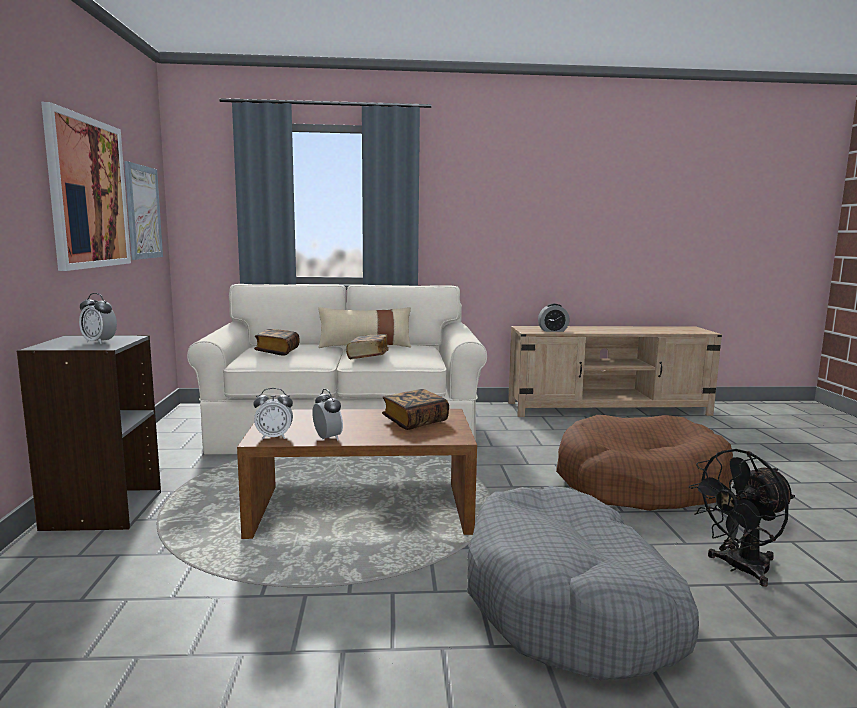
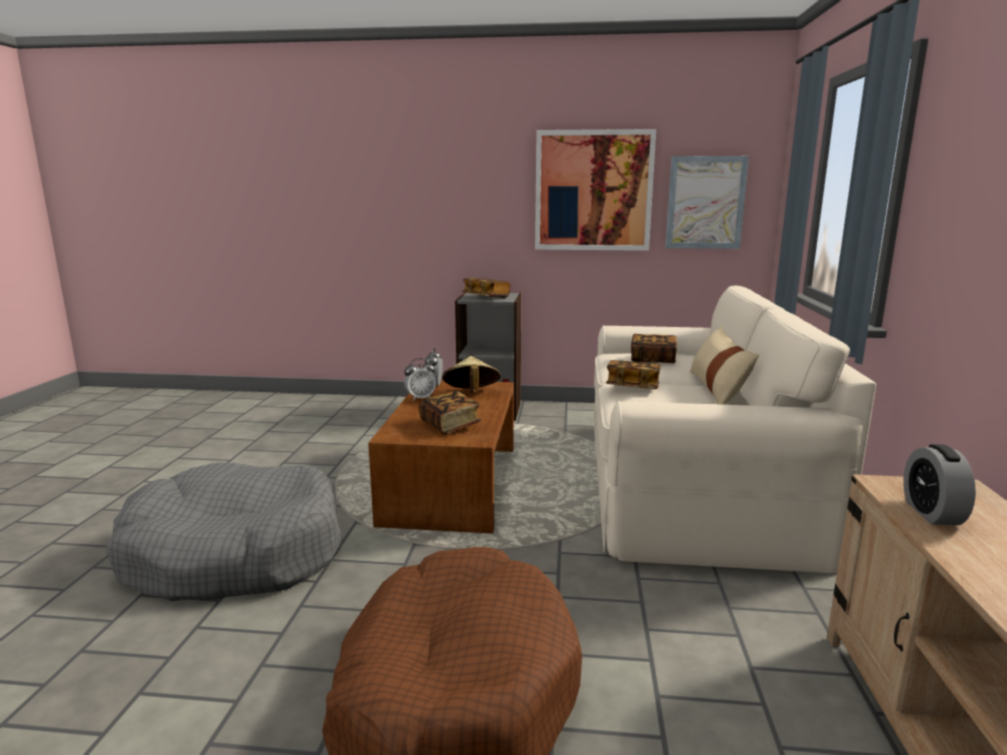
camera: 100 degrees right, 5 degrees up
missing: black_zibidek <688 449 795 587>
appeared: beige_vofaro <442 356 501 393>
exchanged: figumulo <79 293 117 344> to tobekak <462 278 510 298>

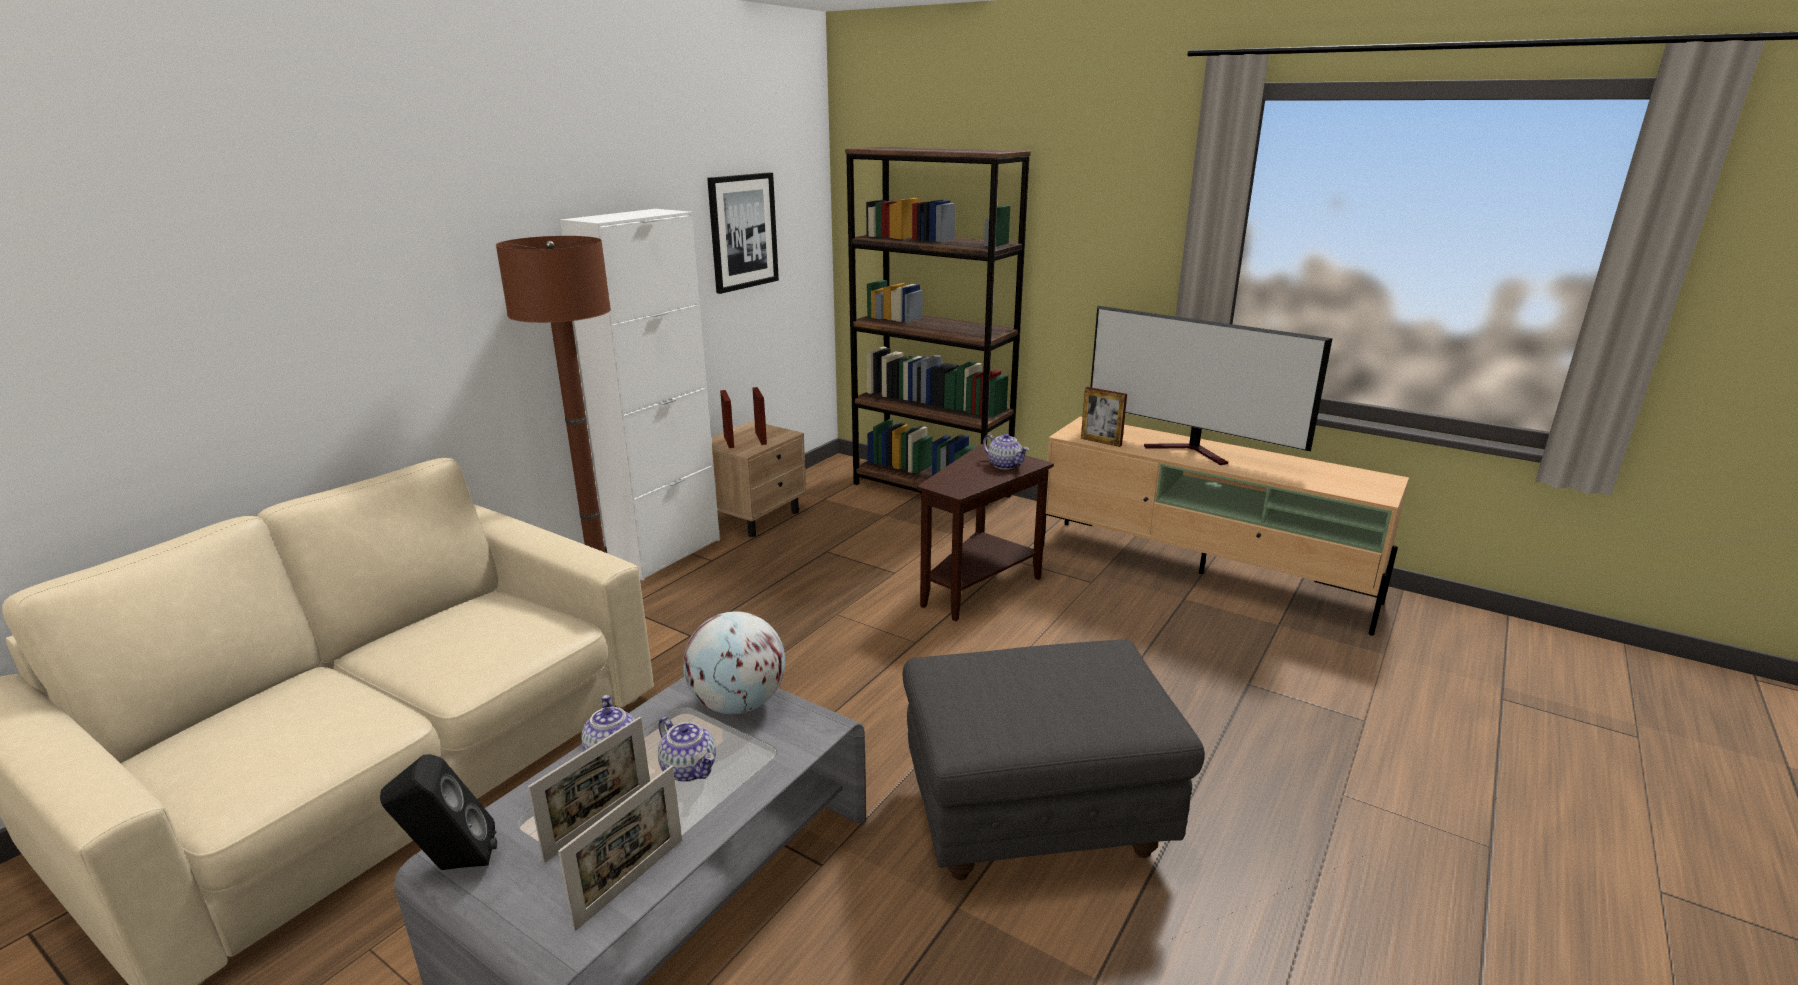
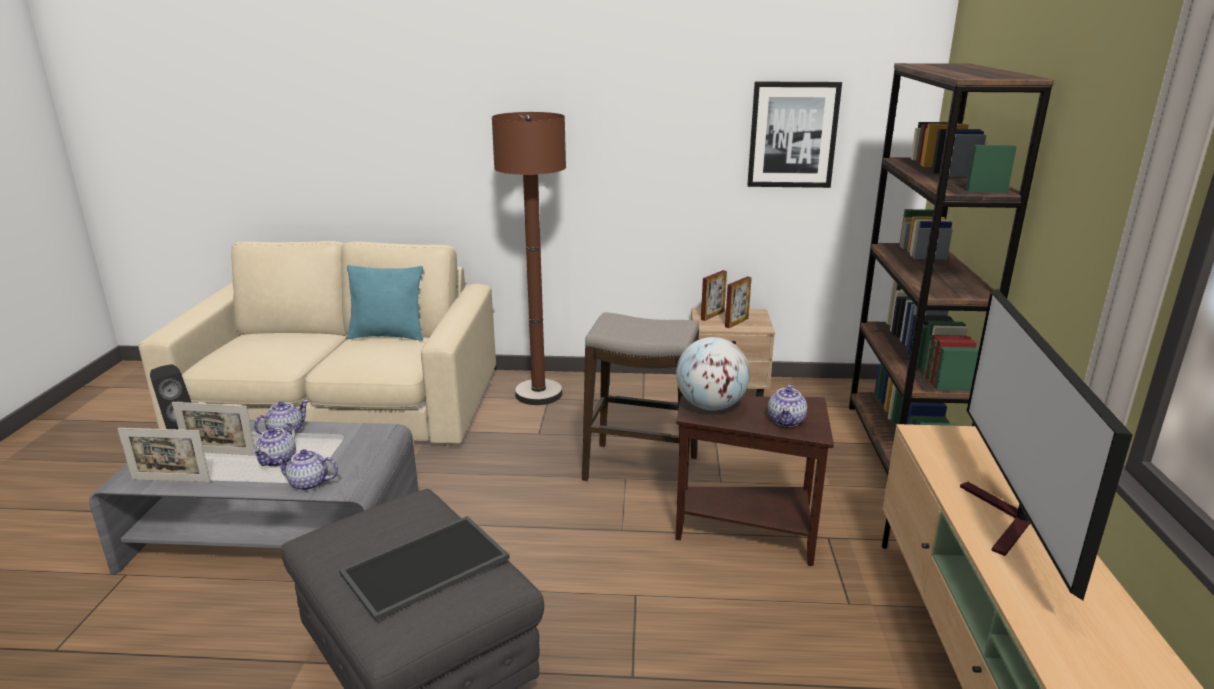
camera: 60 degrees right, 0 degrees up
missing: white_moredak <560 209 720 581>; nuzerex <1081 387 1127 447>
appeared: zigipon <274 449 338 491>; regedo <339 516 510 622>; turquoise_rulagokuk <347 265 423 341>; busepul <582 312 699 481>
relocated: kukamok <683 611 785 714> to <676 337 750 411>

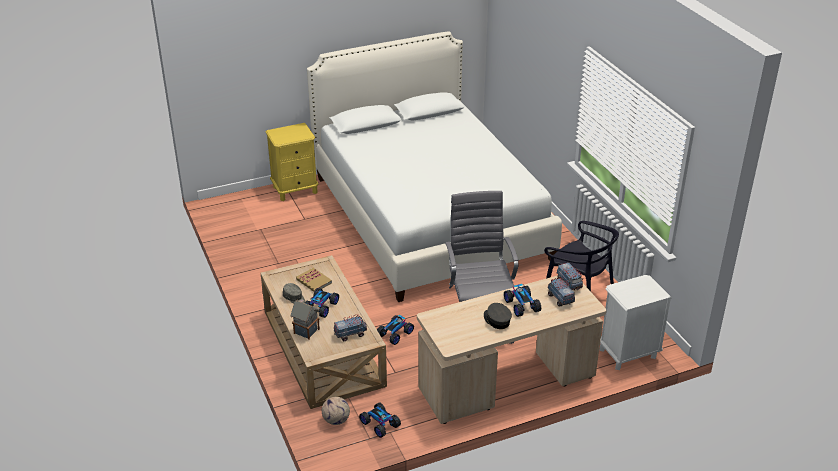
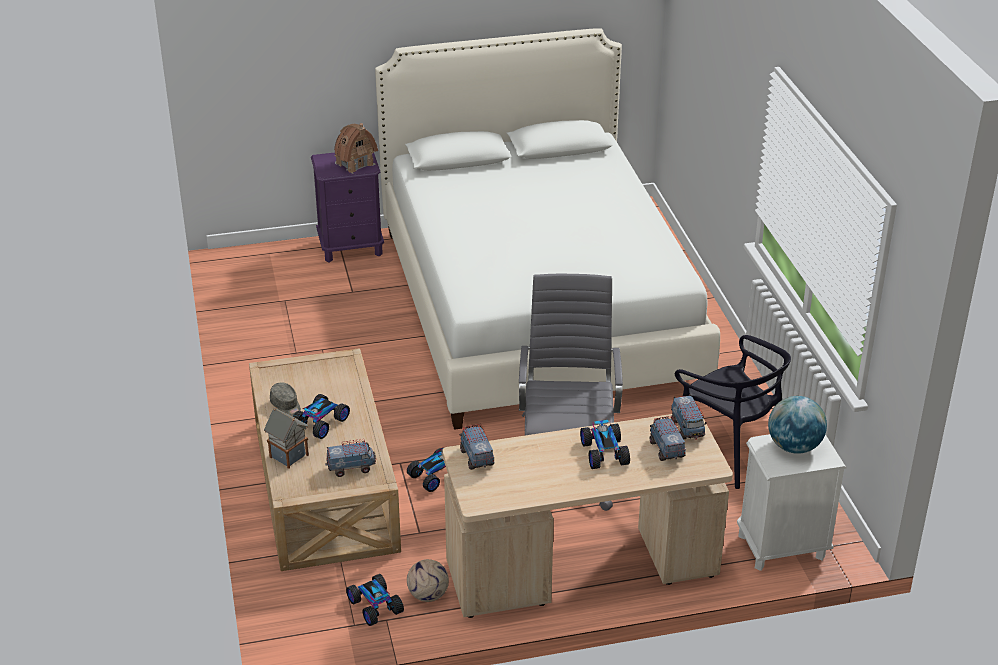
camera: 10 degrees right, 0 degrees up
missing: tobekak <296 268 332 292>; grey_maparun <484 303 512 329>
appeared: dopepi <334 123 378 174>; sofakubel <460 424 494 470>; kukamok <768 396 827 454>
relocated: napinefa <322 397 350 425> to <407 559 449 602>
colour: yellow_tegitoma <266 123 319 201> to purple_tegitoma <311 153 384 263>

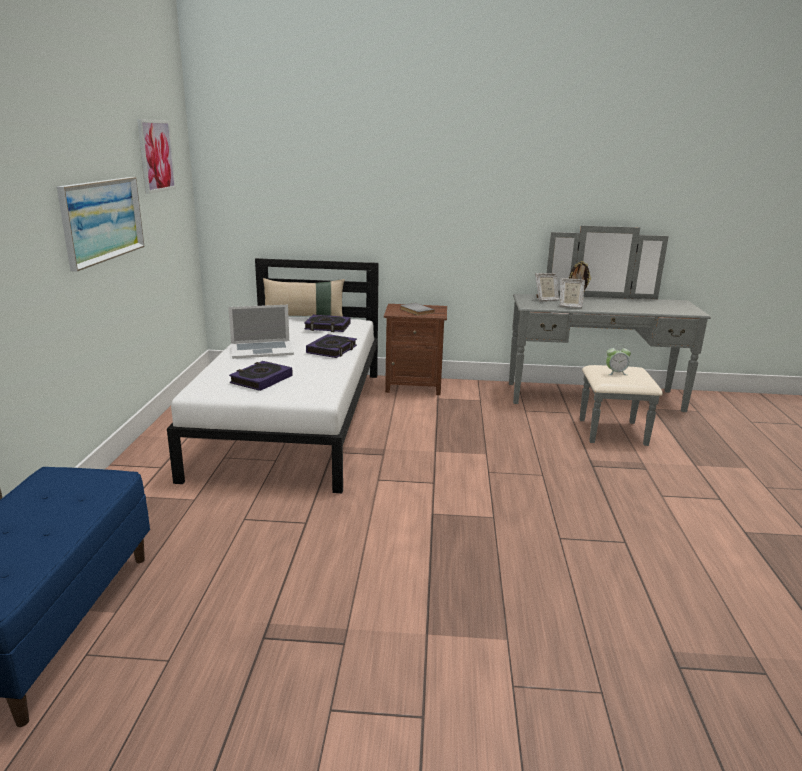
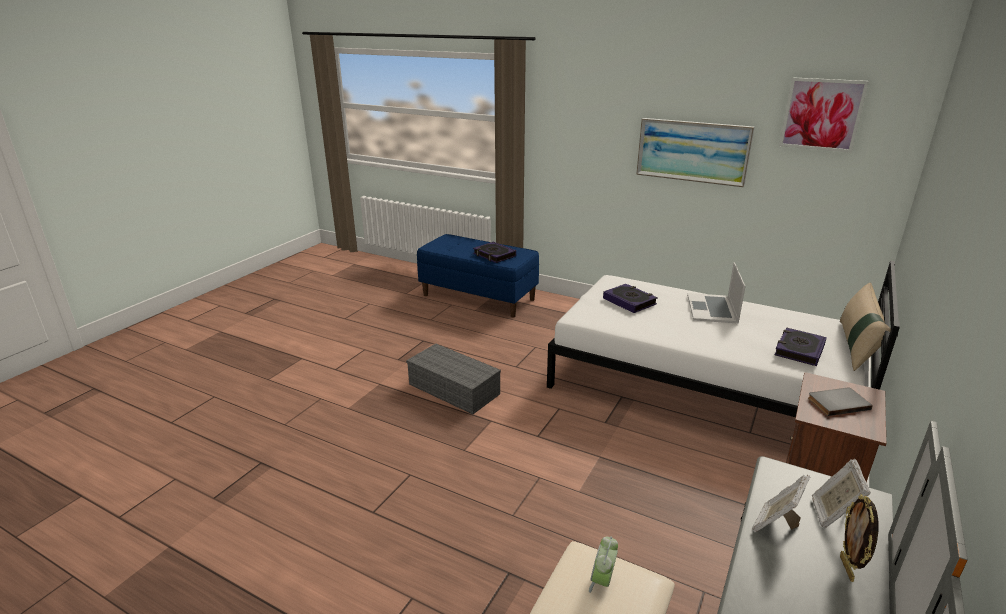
camera: 115 degrees right, 5 degrees up
appeared: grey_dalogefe <406 344 501 414>
relocated: tobekak <306 334 357 358> to <473 242 516 263>

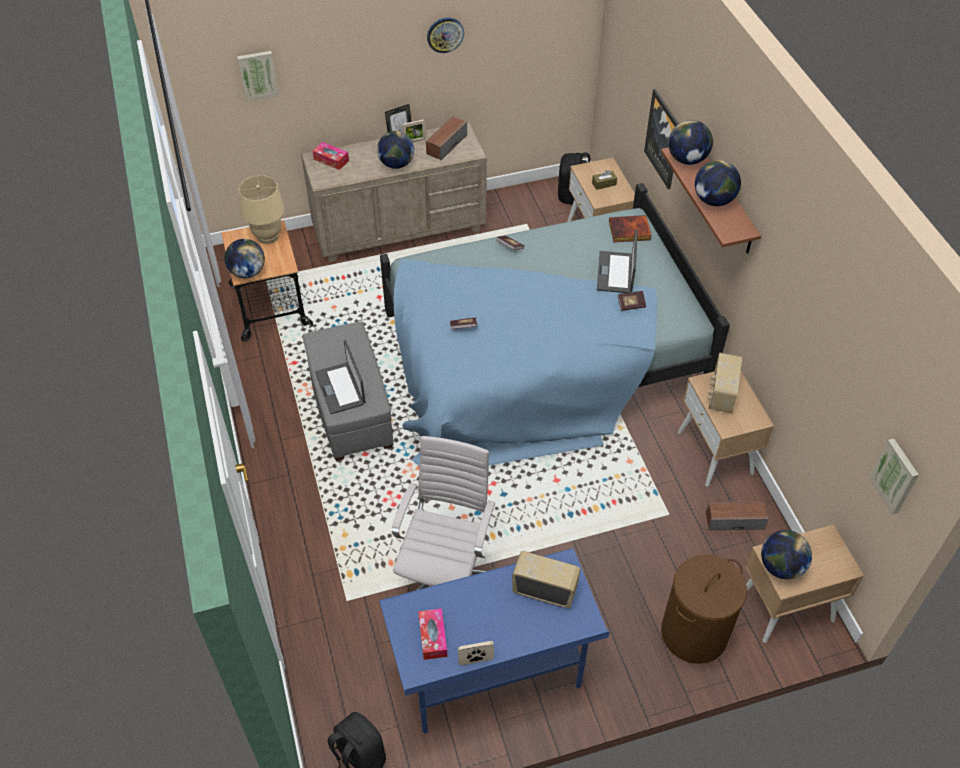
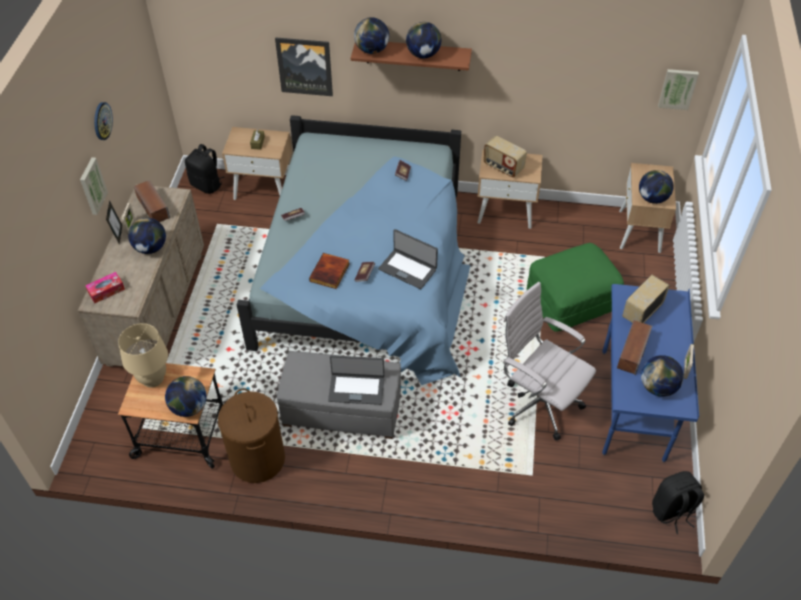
camera: 65 degrees left, 0 degrees up
appeared: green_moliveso <527 243 624 332>
relocated: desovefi <237 51 279 102> to <80 157 108 215>; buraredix <597 230 638 293> to <378 229 438 289>; tobekak <609 215 652 242> to <309 253 350 289>; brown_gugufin <661 554 747 664> to <218 388 285 483>; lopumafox <706 501 768 530> to <617 320 652 375>
exchanged: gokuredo <418 608 447 660> to kukamok <641 355 684 397>

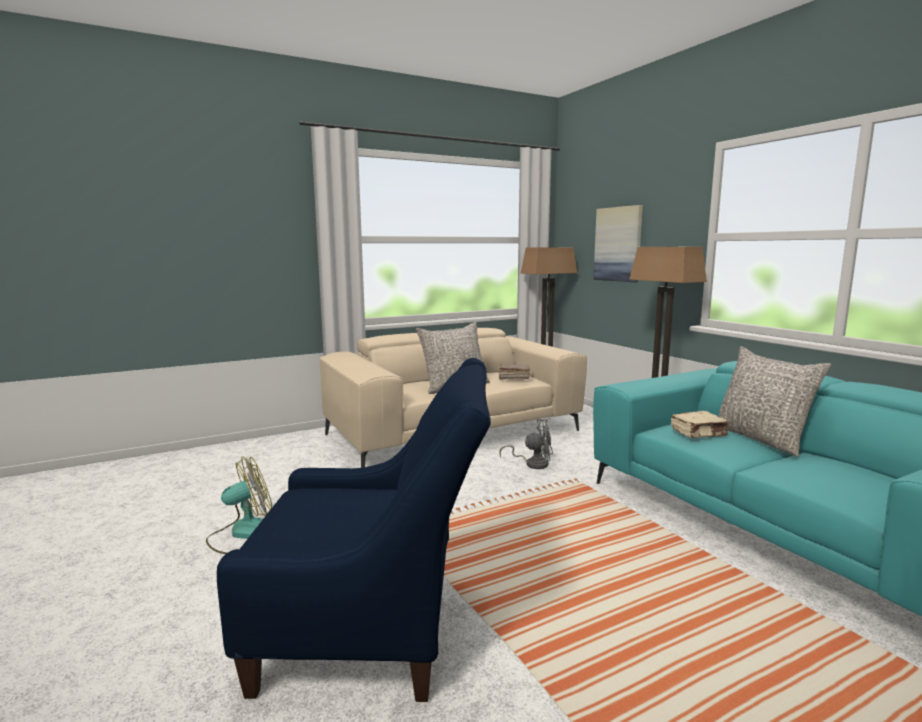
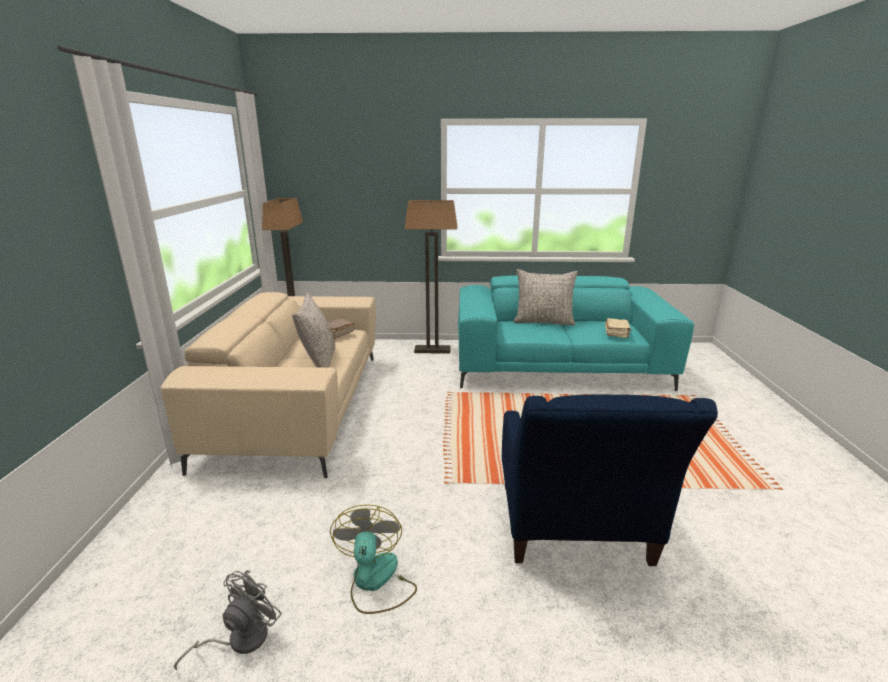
camera: 60 degrees left, 10 degrees up
missing: desovefi <593 205 643 282>
relocated: grey_zibidek <499 419 553 469> to <174 570 282 670>; beige_tobekak <671 411 729 438> to <605 318 631 338>
spun: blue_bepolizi <217 358 491 702> = <502 395 718 566> 150 degrees clockwise

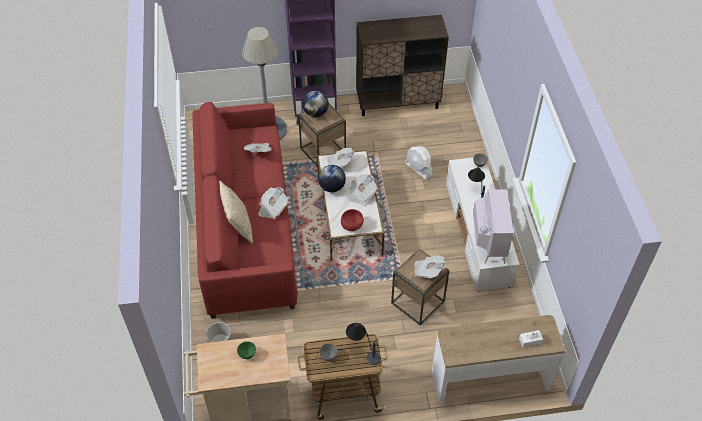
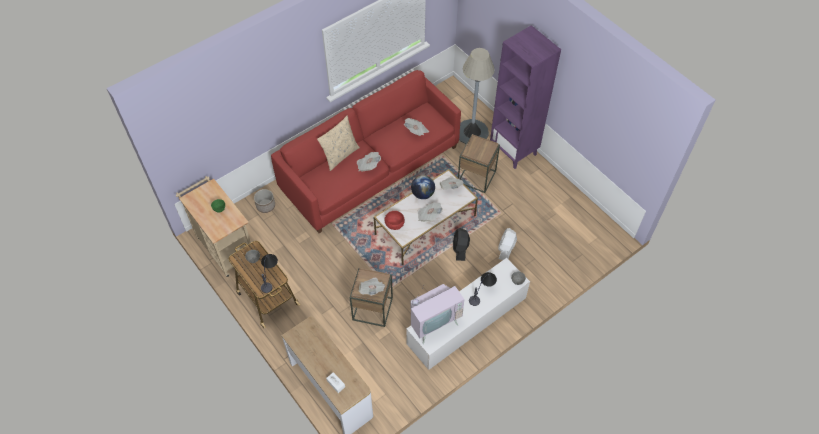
camera: 60 degrees right, 5 degrees up
missing: kukamok <302 91 329 117>; brown_moredak <356 15 449 116>
appeared: black_zibidek <453 228 470 261>

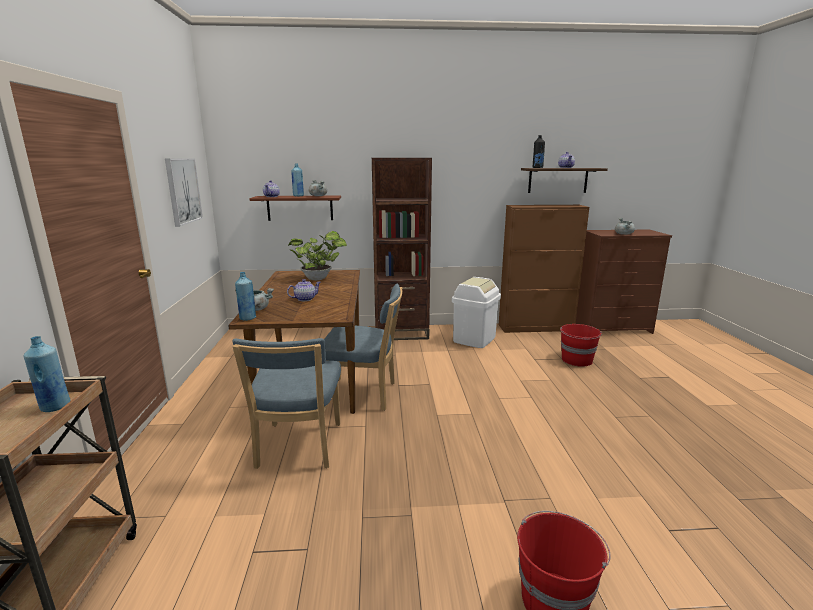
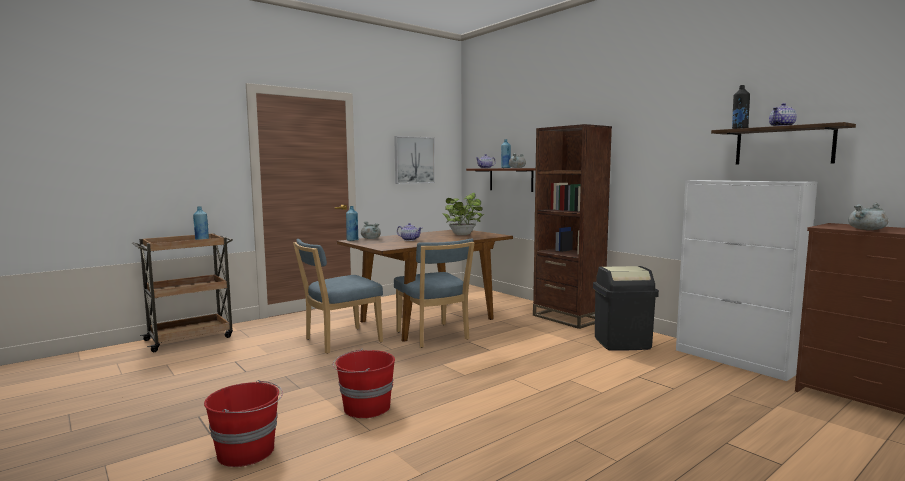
camera: 55 degrees right, 10 degrees down
relocated: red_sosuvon <560 324 602 367> to <333 349 395 418>
colour: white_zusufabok <452 277 501 348> to black_zusufabok <593 266 659 351>; brown_moredak <499 205 589 333> to white_moredak <676 180 817 381>

